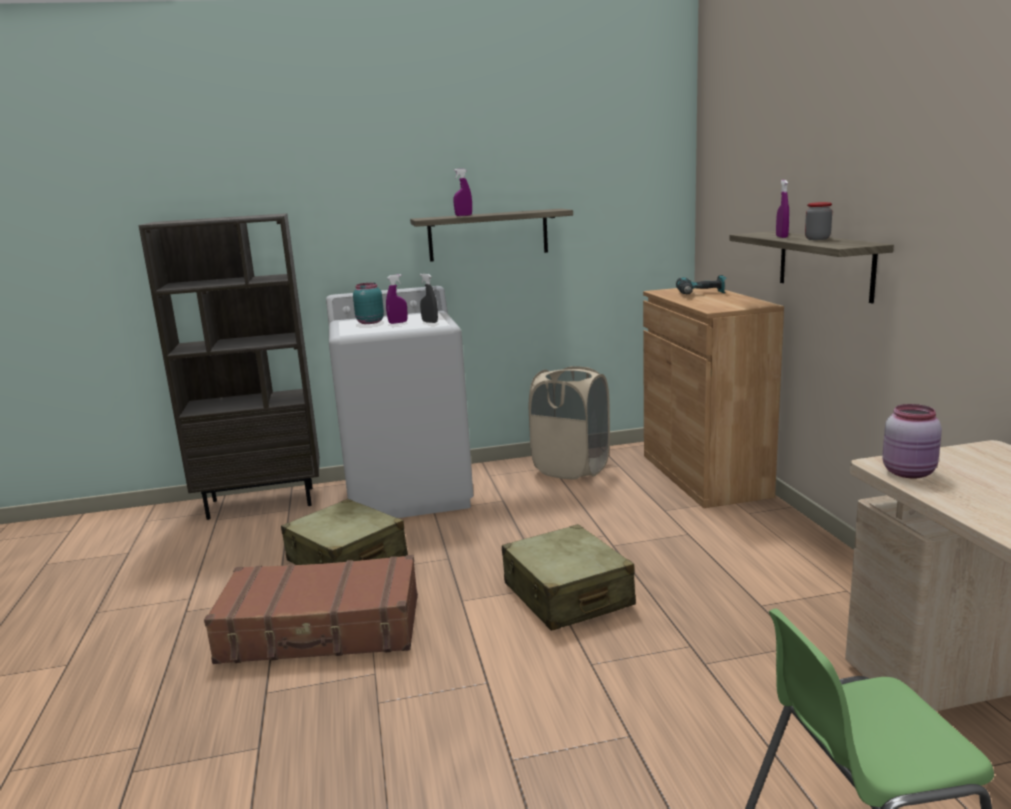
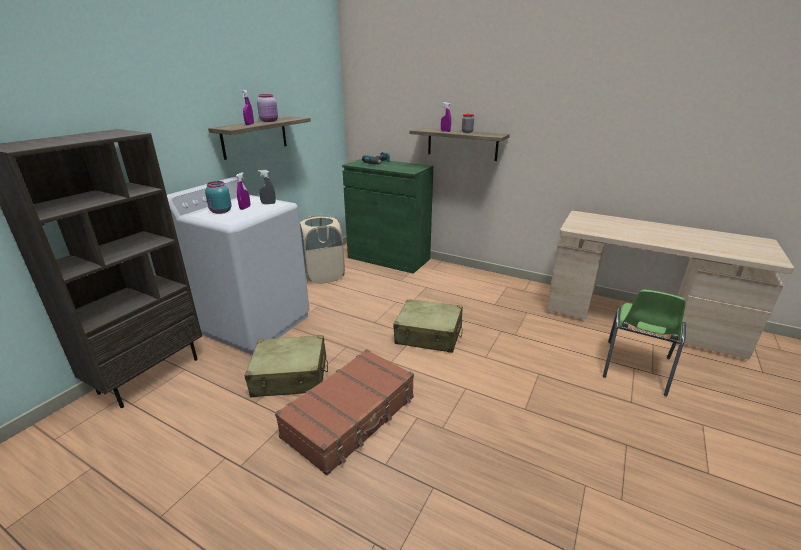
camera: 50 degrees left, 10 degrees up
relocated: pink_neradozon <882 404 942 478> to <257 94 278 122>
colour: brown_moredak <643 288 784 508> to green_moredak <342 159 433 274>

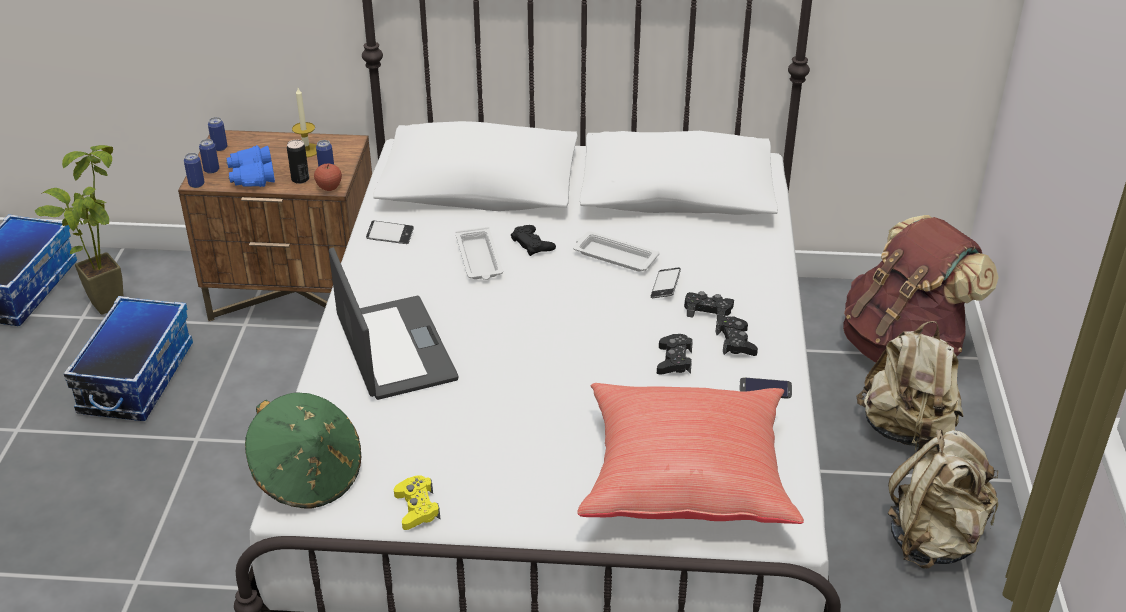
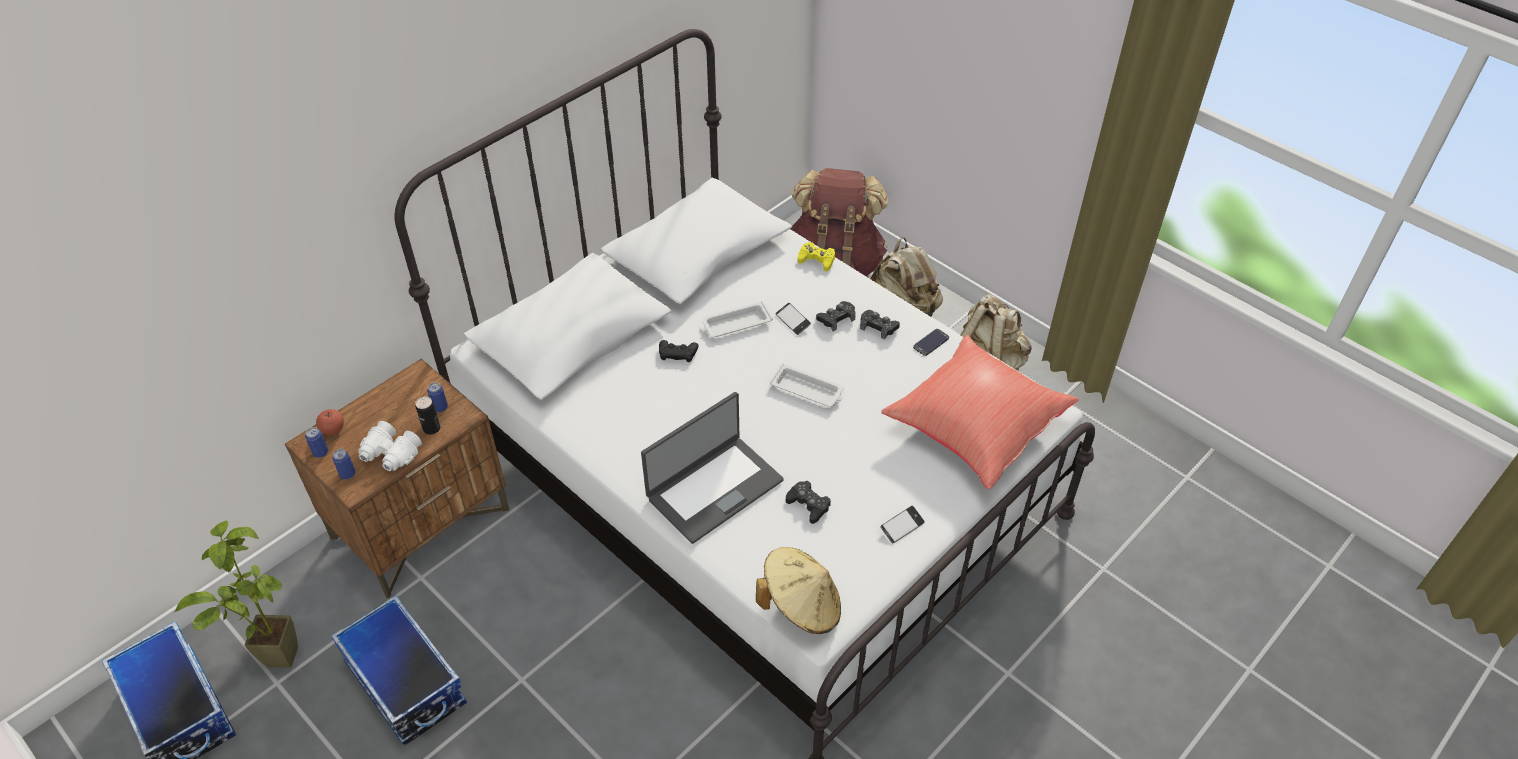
camera: 50 degrees left, 10 degrees up
missing: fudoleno <184 153 205 188>; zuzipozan <292 88 317 157>
relocated: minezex <314 164 342 191> to <316 409 344 435>; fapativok <366 220 414 244> to <880 506 925 543>; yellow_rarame <394 475 441 530> to <798 242 835 271>; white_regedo <455 227 503 280> to <769 363 844 407>; black_rarame <657 334 693 374> to <786 481 831 524>
colour: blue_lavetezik <226 145 275 187> to white_lavetezik <358 421 422 471>; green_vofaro <245 392 361 509> to beige_vofaro <756 547 841 634>
spun: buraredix <329 248 458 400> = <641 392 784 544> 120 degrees clockwise

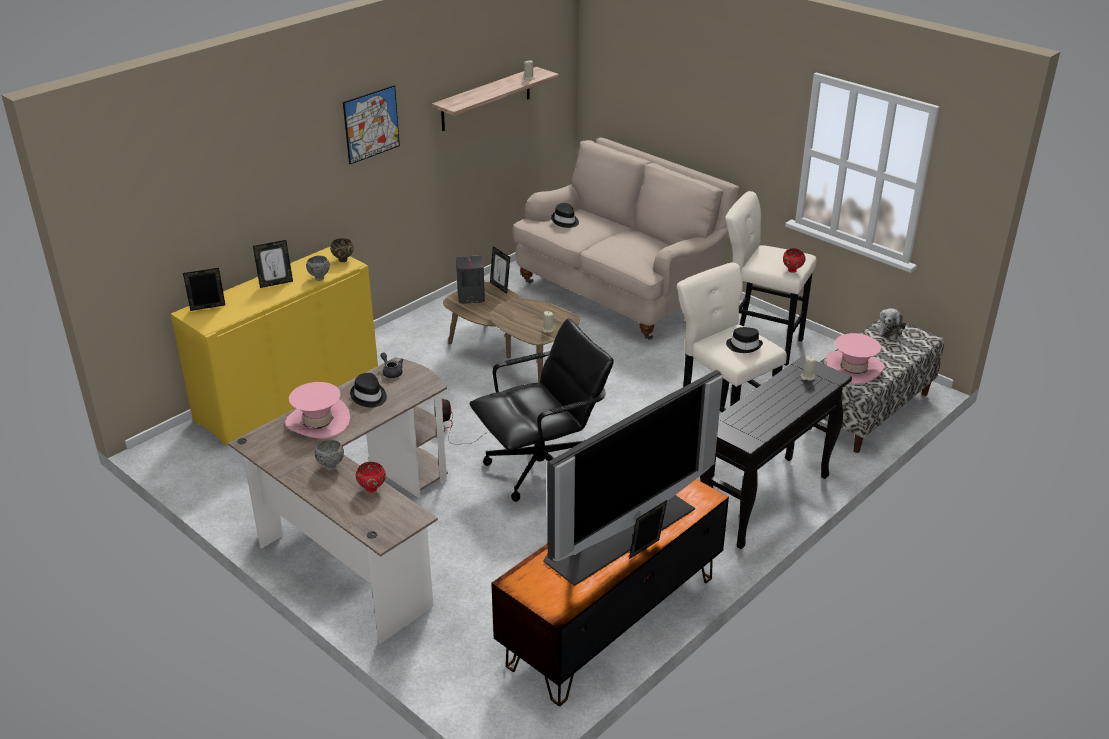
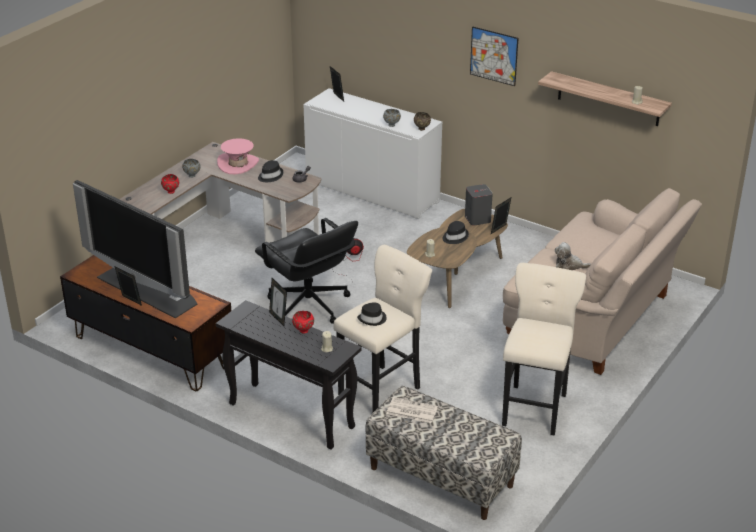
camera: 80 degrees right, 0 degrees up
relocated: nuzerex <253 240 293 288> to <269 278 287 326>; black_vofaro <551 203 579 228> to <443 221 469 244>; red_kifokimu <783 248 805 273> to <292 311 314 334>; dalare <875 308 906 339> to <555 242 591 270>
exchanged: pink_vofaro <826 333 884 384> to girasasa <386 397 438 423>
colour: yellow_moredak <171 246 378 445> to white_moredak <303 88 442 219>

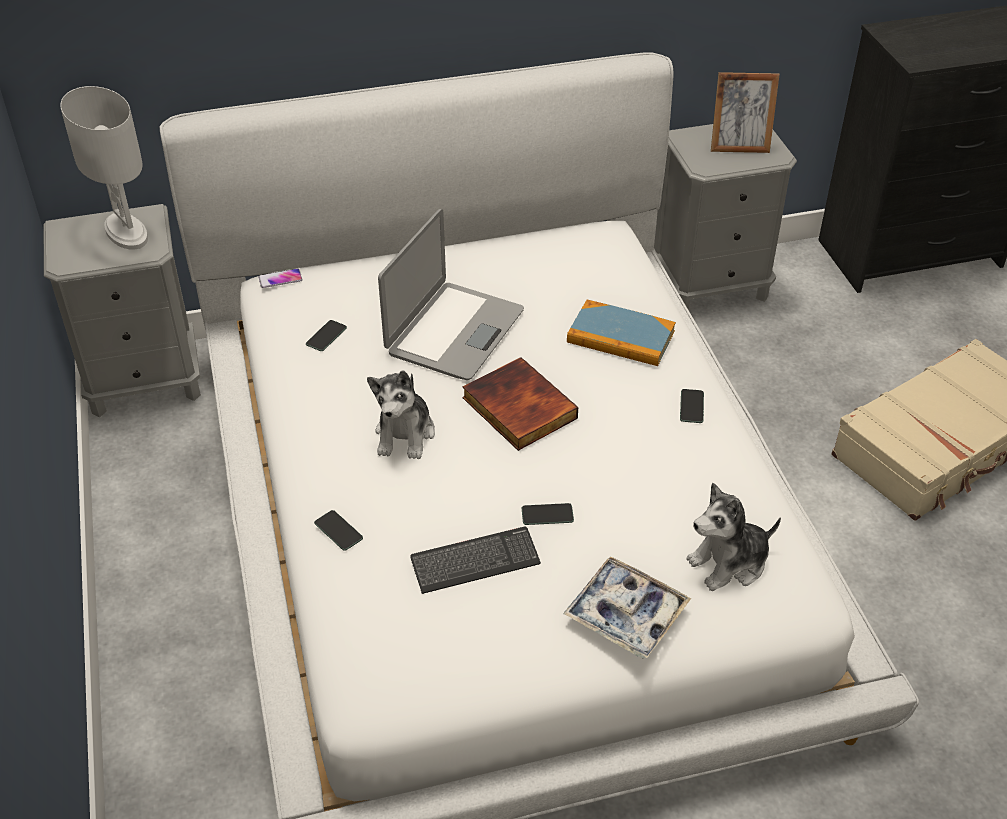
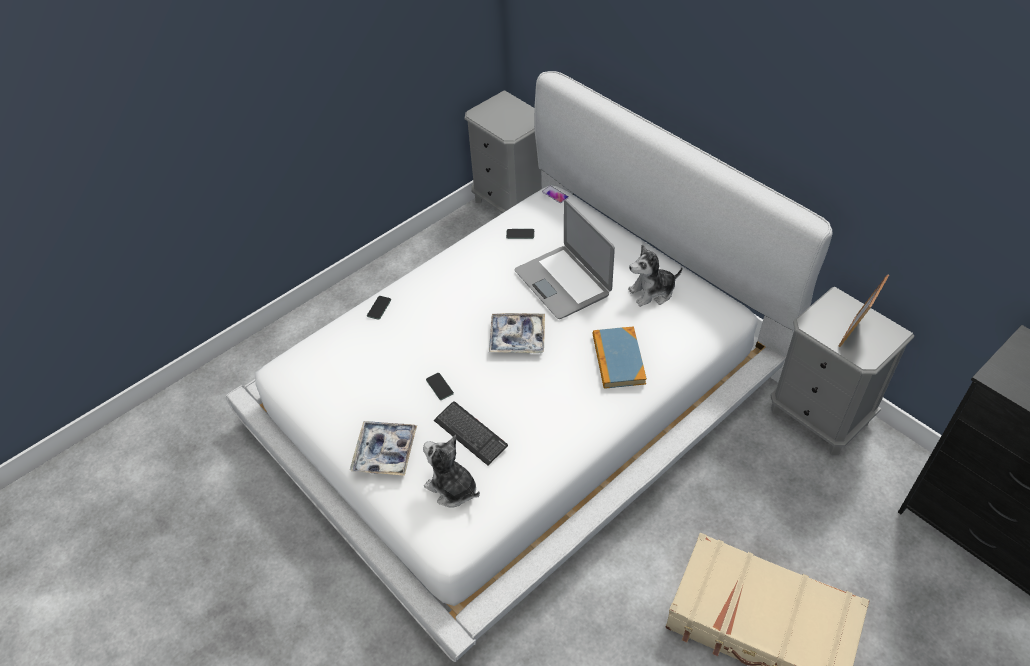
camera: 65 degrees right, 5 degrees up
missing: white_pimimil <60 86 148 250>; fapativok <680 389 704 423>
relocated: dalare <367 370 435 459> to <628 245 683 307>; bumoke <410 527 541 594> to <434 401 508 466>
exchanged: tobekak <462 357 578 451> to regedo <489 313 545 353>
spun: buraredix <378 209 524 380> = <515 200 615 319> 60 degrees clockwise; nuzerex <711 72 780 153> = <838 274 889 347> 60 degrees clockwise

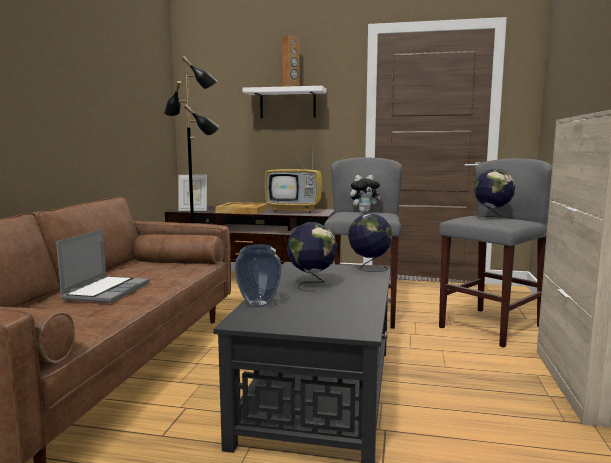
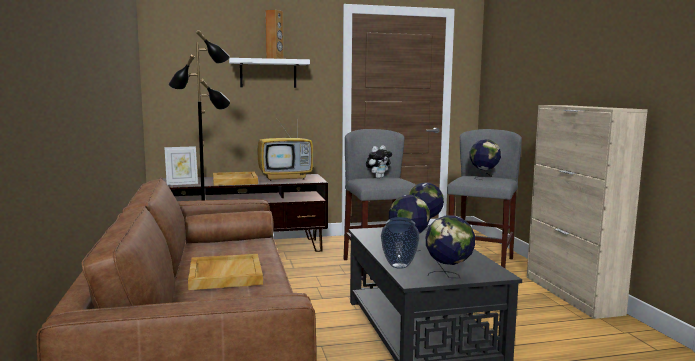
camera: 25 degrees left, 0 degrees up
appeared: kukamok <426 215 475 278>
exchanged: buraredix <56 229 150 303> to beige_regedo <188 254 263 290>

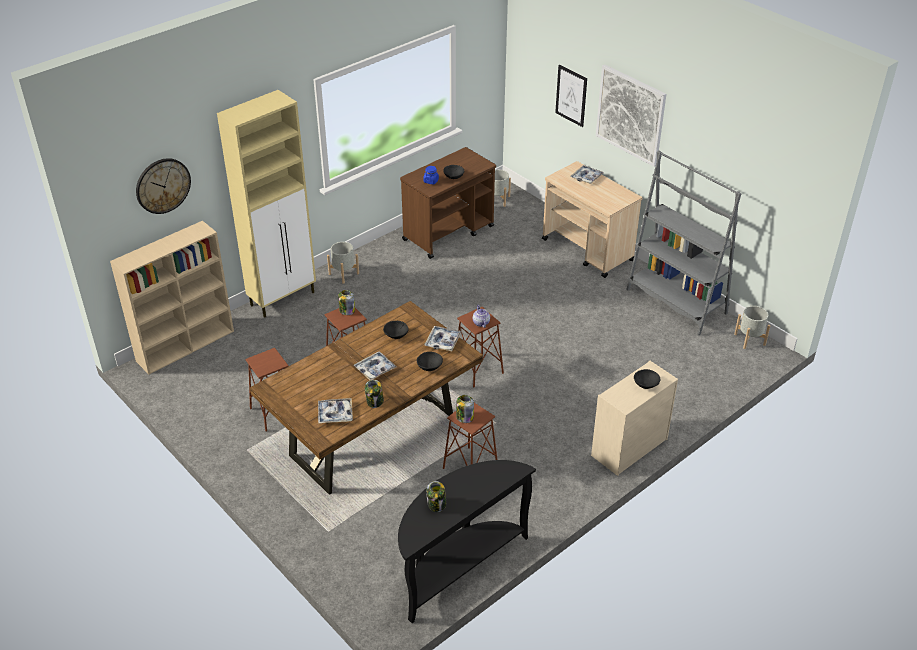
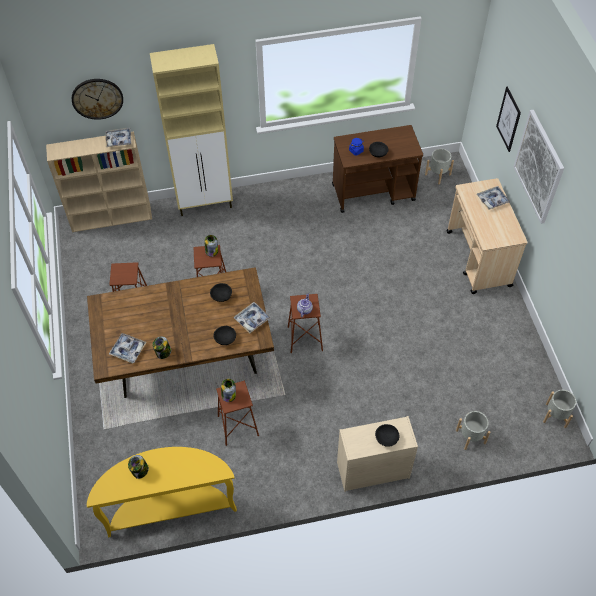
camera: 30 degrees right, 15 degrees up
missing: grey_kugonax <626 150 741 335>
relocated: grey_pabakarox <327 242 359 283> to <456 411 491 450>; regedo <354 351 396 380> to <105 128 132 147>
colour: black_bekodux <398 460 536 623> to yellow_bekodux <87 447 237 537>

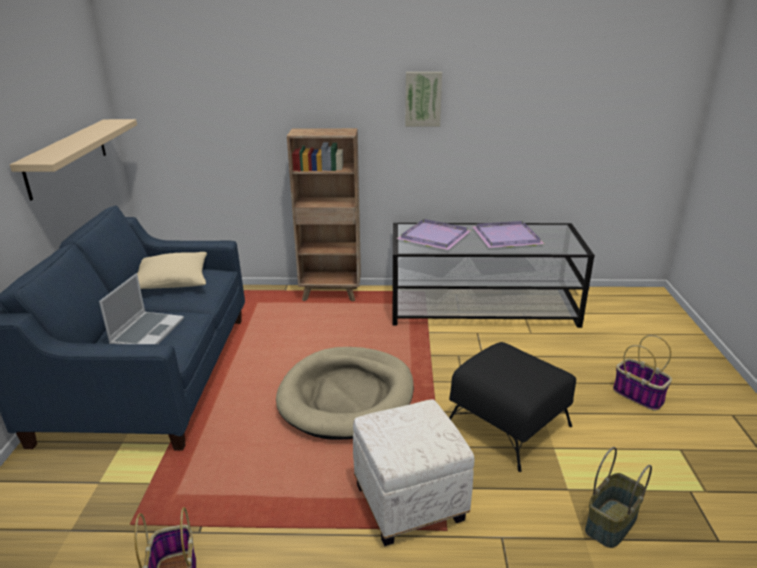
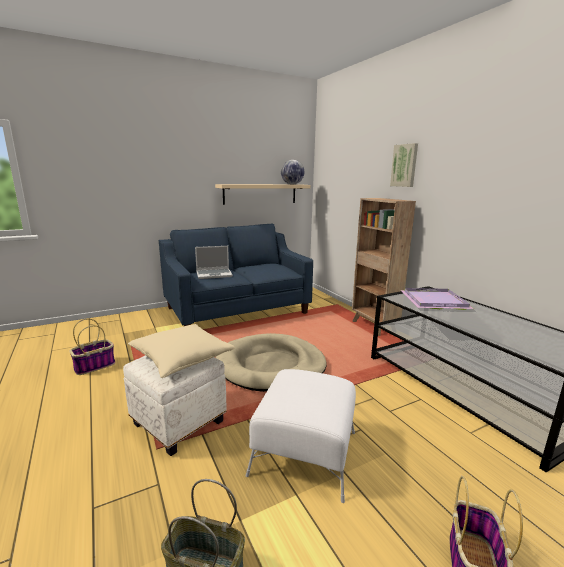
camera: 60 degrees right, 10 degrees down
missing: purple_regedo <472 221 545 248>
appeared: kukamok <281 160 304 185>
relocated: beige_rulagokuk <137 252 207 289> to <128 324 235 378>; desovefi <405 72 442 127> to <390 143 418 187>
colour: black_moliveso <449 342 576 472> to white_moliveso <246 369 356 503>

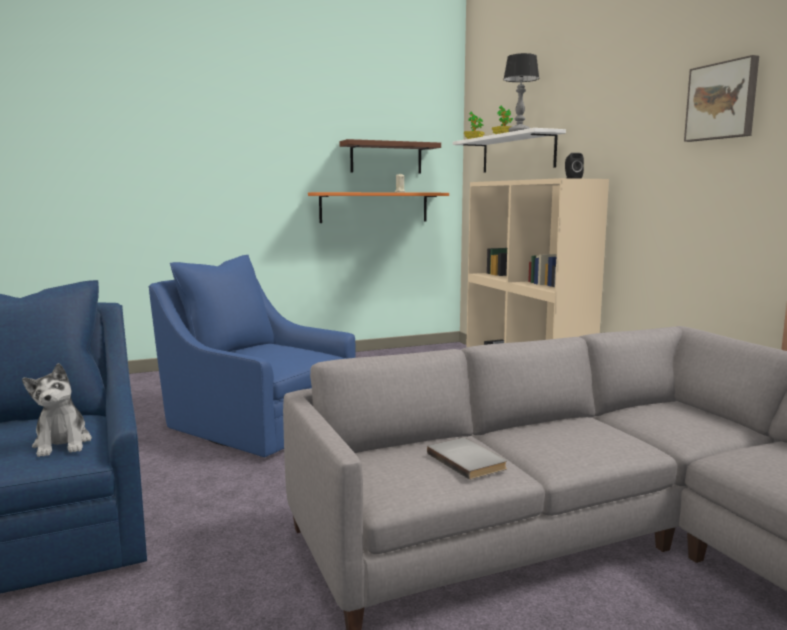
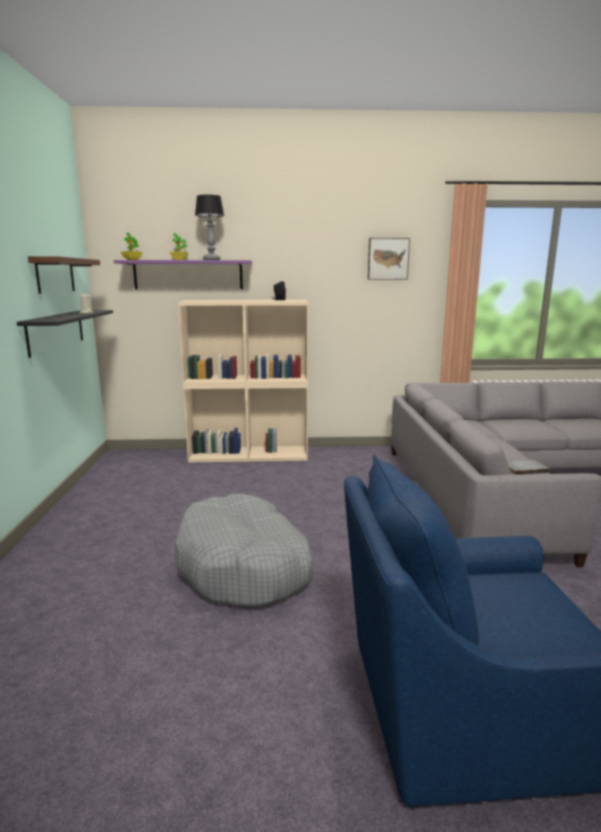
camera: 70 degrees left, 5 degrees up
missing: dalare <22 363 92 457>
exchanged: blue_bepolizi <148 255 356 458> to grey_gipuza <174 494 314 607>
colour: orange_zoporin <308 192 449 223> to black_zoporin <17 310 113 358>; white_zoporin <453 128 566 172> to purple_zoporin <114 260 252 289>

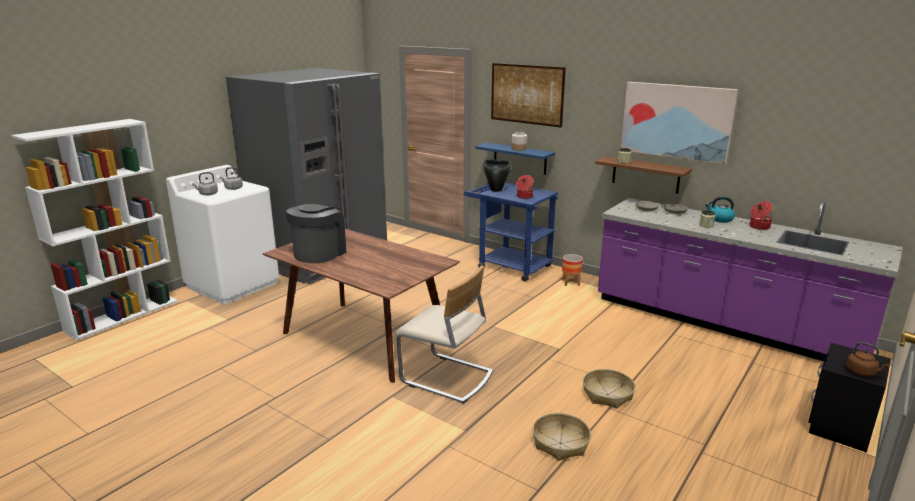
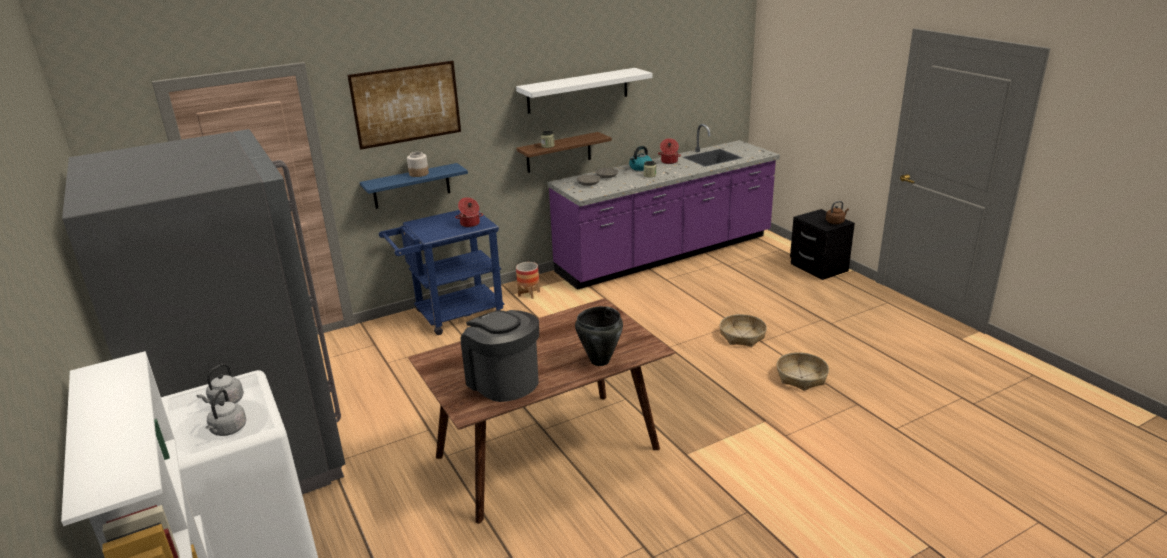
camera: 65 degrees left, 5 degrees up
missing: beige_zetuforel <396 265 493 404>
relocated: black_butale <483 159 511 192> to <575 306 623 366>
exchanged: desovefi <621 82 738 164> to white_zoporin <516 68 653 114>

